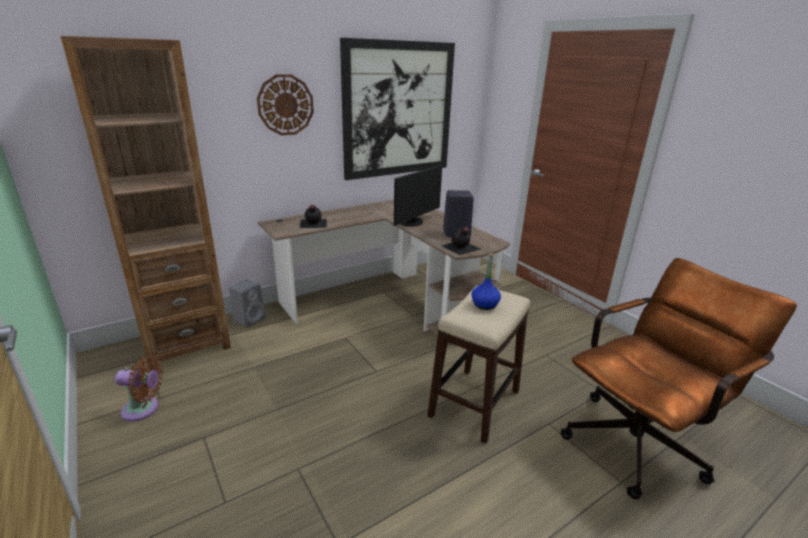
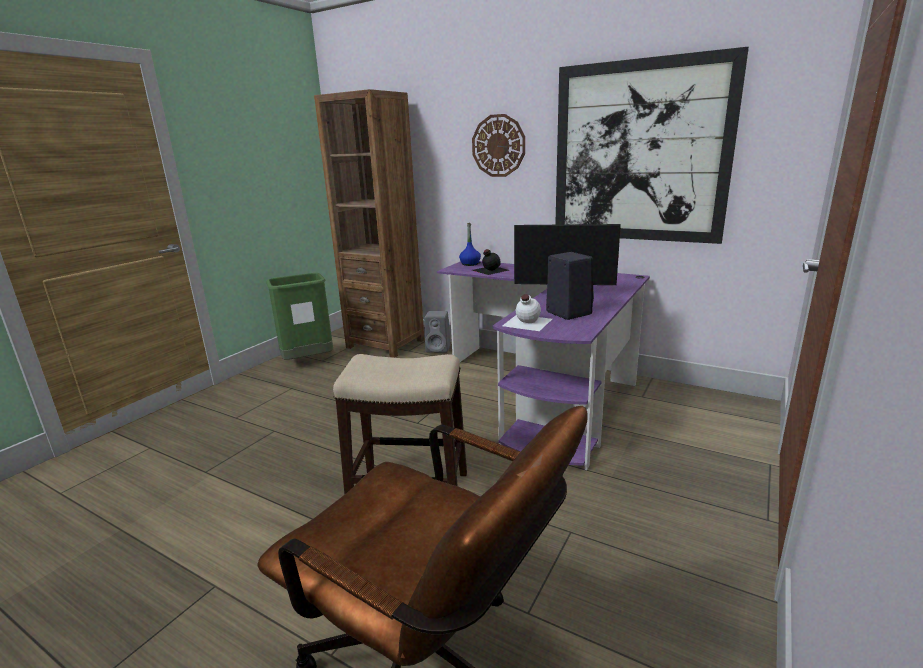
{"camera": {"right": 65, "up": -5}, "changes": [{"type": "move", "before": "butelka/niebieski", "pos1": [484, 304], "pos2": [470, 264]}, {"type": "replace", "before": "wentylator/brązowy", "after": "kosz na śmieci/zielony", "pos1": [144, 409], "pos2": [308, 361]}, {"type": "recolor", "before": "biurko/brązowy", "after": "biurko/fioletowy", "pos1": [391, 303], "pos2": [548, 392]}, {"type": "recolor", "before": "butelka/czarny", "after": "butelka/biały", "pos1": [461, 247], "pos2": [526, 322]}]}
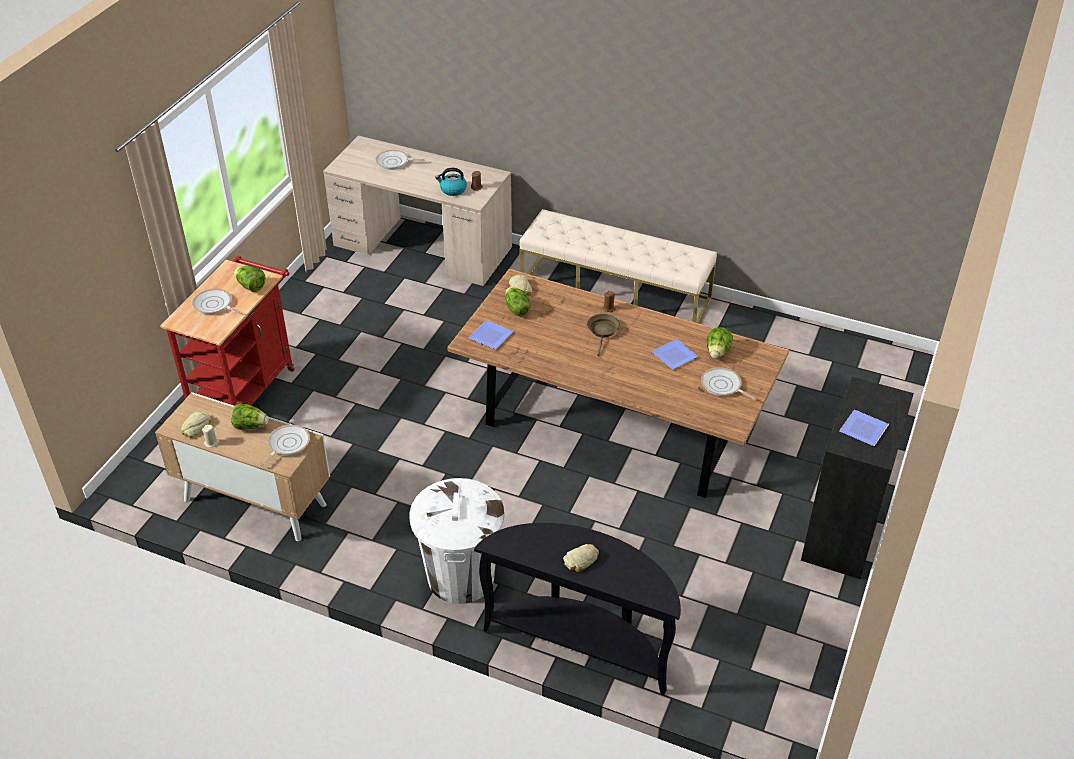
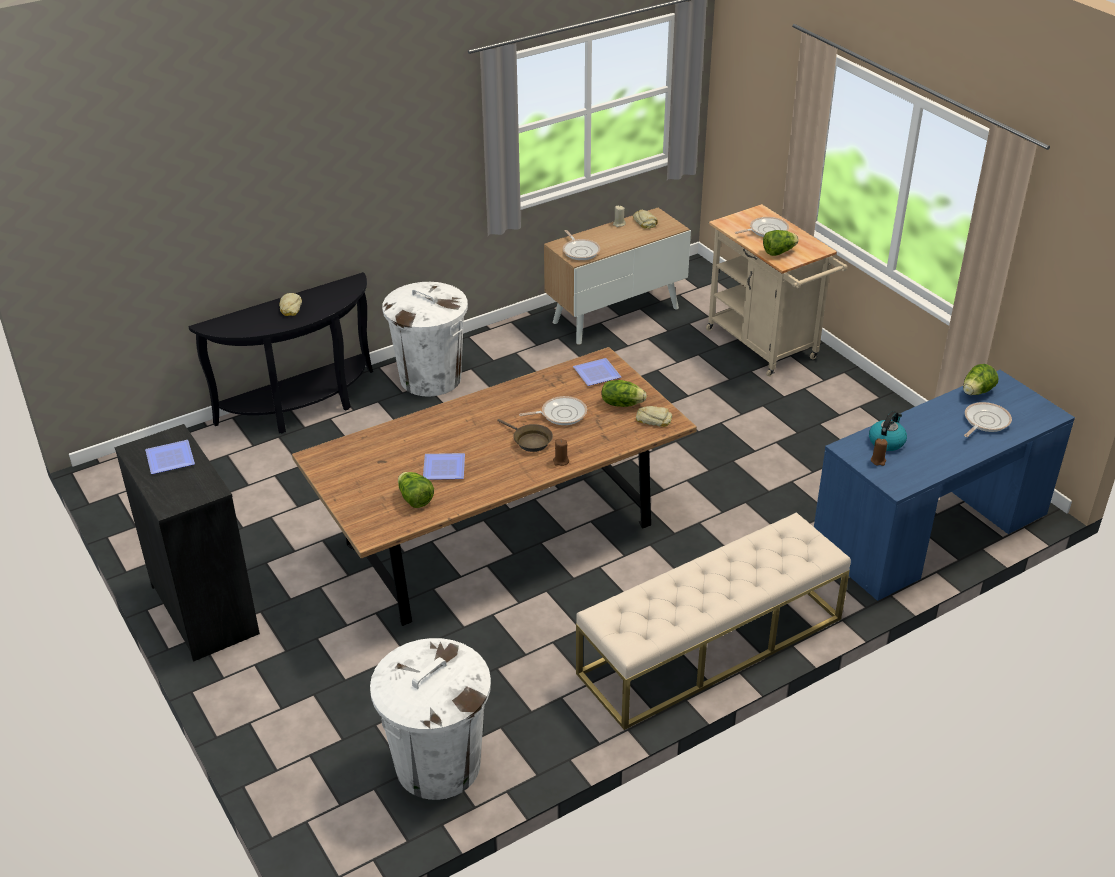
{"camera": {"right": 125, "up": -5}, "changes": [{"type": "insert", "after": "kosz na śmieci/biały", "pos2": [437, 765]}, {"type": "move", "before": "sałata", "pos1": [250, 426], "pos2": [976, 392]}, {"type": "move", "before": "patelnia", "pos1": [723, 386], "pos2": [561, 414]}, {"type": "recolor", "before": "wózek/czerwony", "after": "wózek/beżowy", "pos1": [246, 387], "pos2": [766, 347]}, {"type": "recolor", "before": "biurko/beżowy", "after": "biurko/niebieski", "pos1": [422, 246], "pos2": [929, 528]}]}
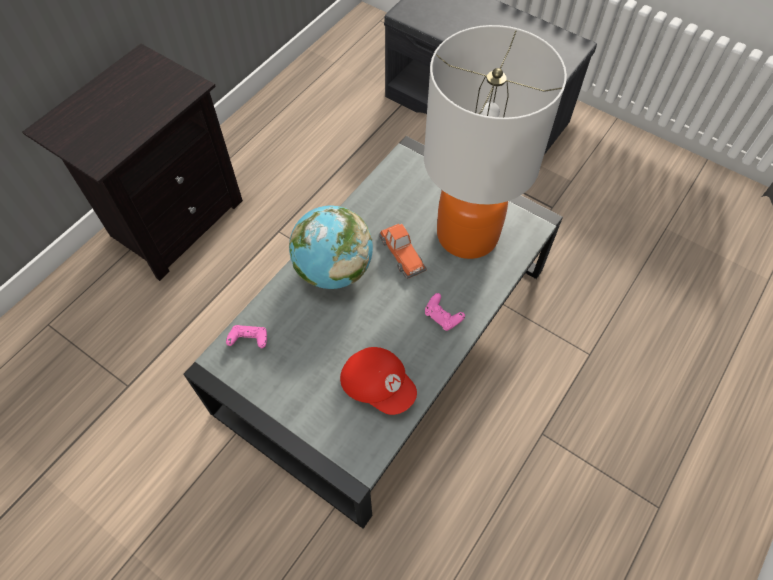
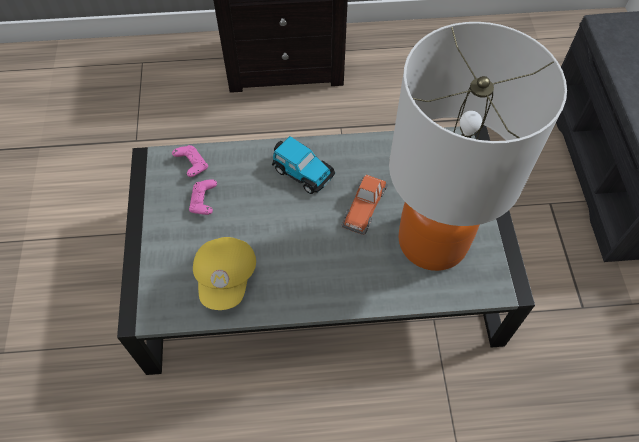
{"camera": {"right": 50, "up": 0}, "changes": [{"type": "move", "before": "pad do gier/różowy", "pos1": [442, 317], "pos2": [204, 202]}, {"type": "replace", "before": "globus", "after": "samochodzik", "pos1": [333, 270], "pos2": [302, 172]}, {"type": "recolor", "before": "czapka z daszkiem/czerwony", "after": "czapka z daszkiem/żółty", "pos1": [378, 385], "pos2": [227, 277]}]}
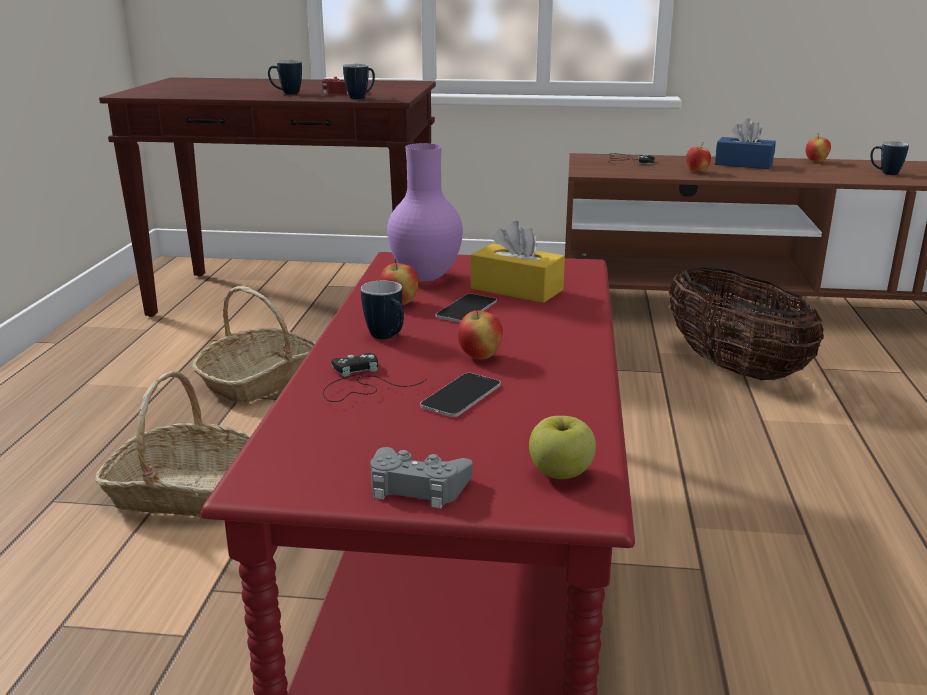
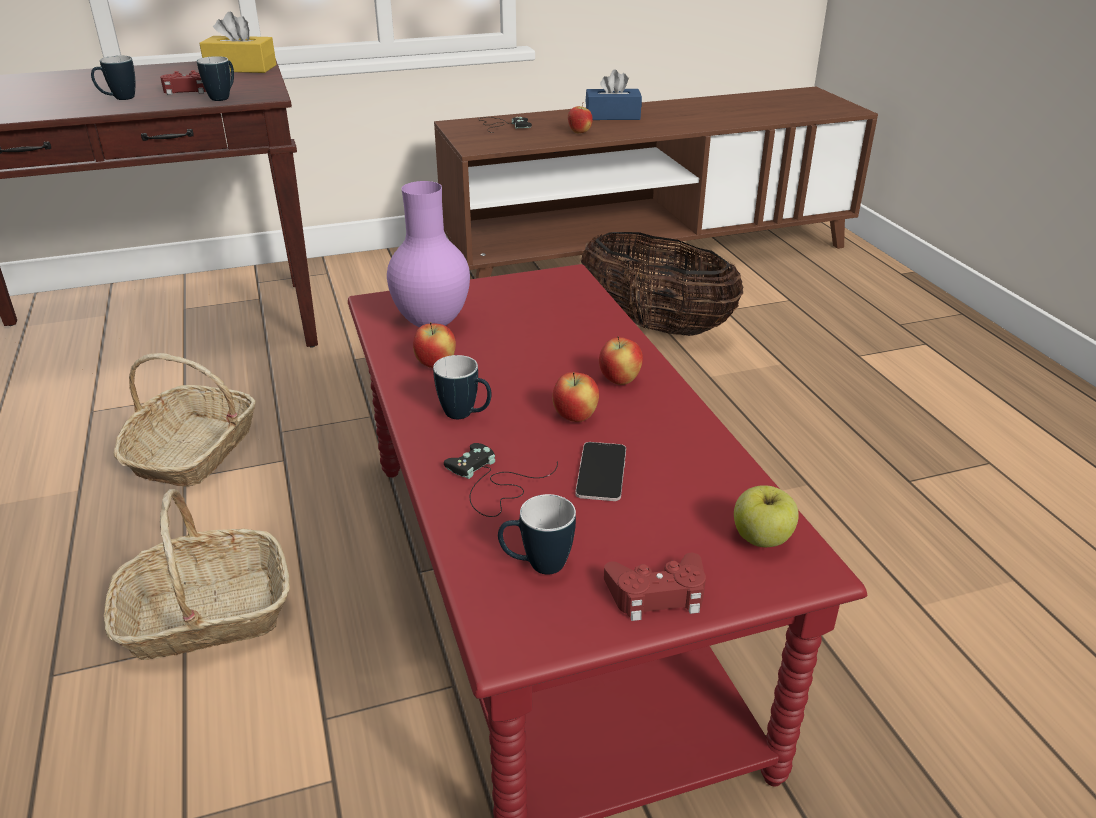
{"camera": {"right": -25, "up": 10}, "changes": [{"type": "delete", "before": "telefon", "pos1": [466, 309]}, {"type": "move", "before": "pudełko chusteczek/żółty", "pos1": [516, 289], "pos2": [241, 68]}, {"type": "move", "before": "jabłko", "pos1": [816, 161], "pos2": [620, 381]}, {"type": "move", "before": "kubek", "pos1": [885, 173], "pos2": [537, 565]}, {"type": "recolor", "before": "pad do gier/szary", "after": "pad do gier/czerwony", "pos1": [417, 486], "pos2": [657, 594]}]}
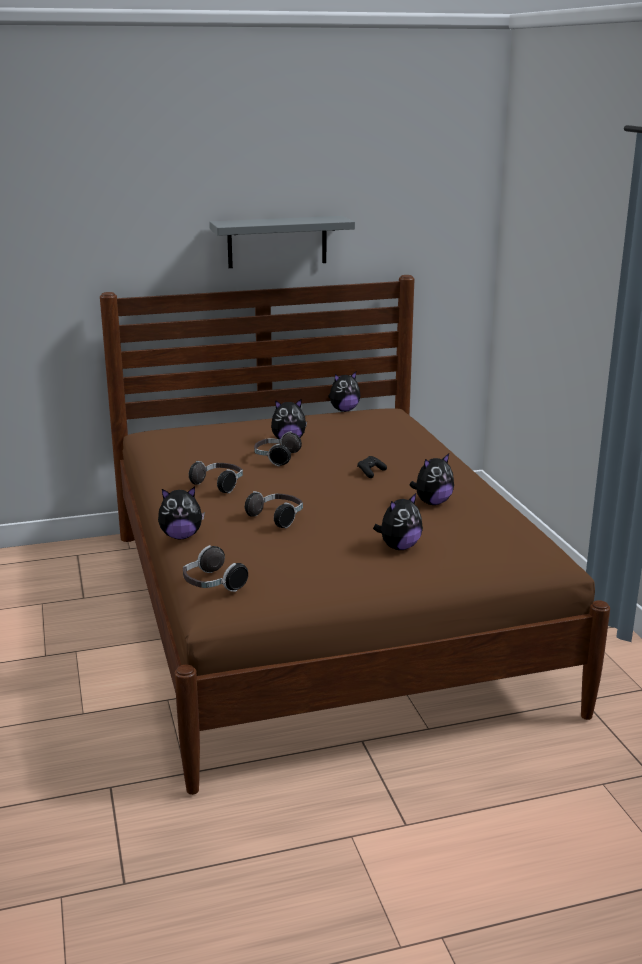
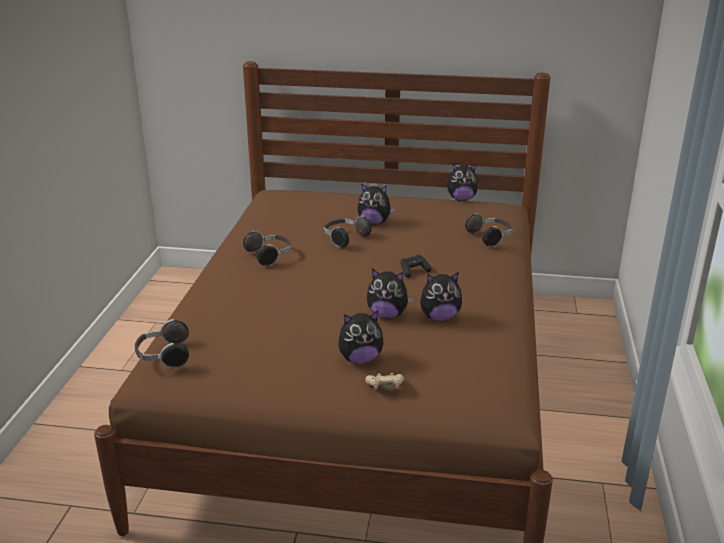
{"camera": {"right": 25, "up": 5}, "changes": [{"type": "delete", "before": "półka/szary", "pos1": [277, 242]}, {"type": "insert", "after": "pad do gier/beżowy", "pos2": [385, 387]}, {"type": "move", "before": "pluszak", "pos1": [181, 536], "pos2": [387, 314]}, {"type": "move", "before": "słuchawki", "pos1": [277, 518], "pos2": [490, 238]}]}
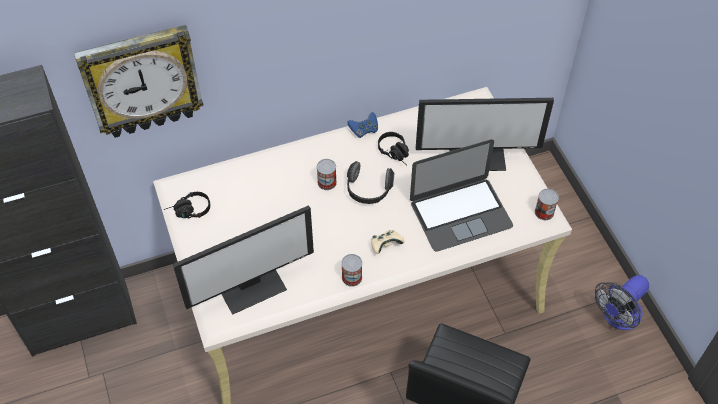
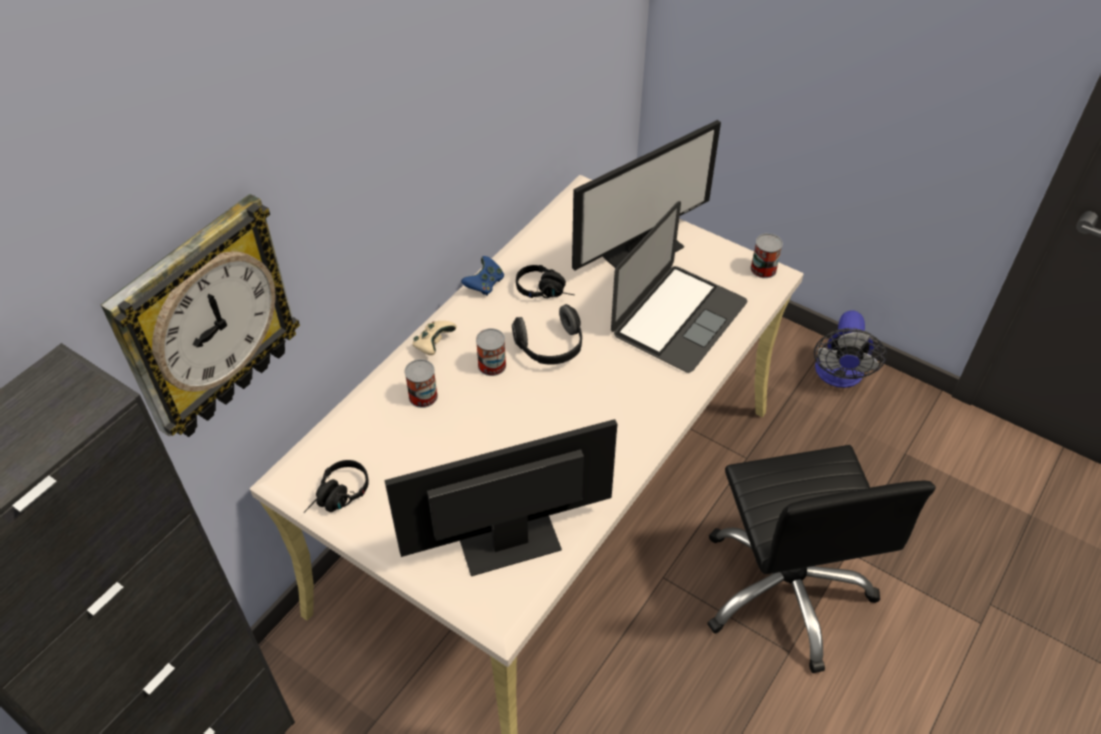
{"camera": {"right": -35, "up": -5}, "changes": [{"type": "move", "before": "puszka", "pos1": [352, 277], "pos2": [423, 396]}, {"type": "move", "before": "pad do gier/beżowy", "pos1": [385, 245], "pos2": [433, 344]}, {"type": "rotate", "before": "monitor", "pos1": [252, 286], "pos2": [507, 541], "turn": -135}]}
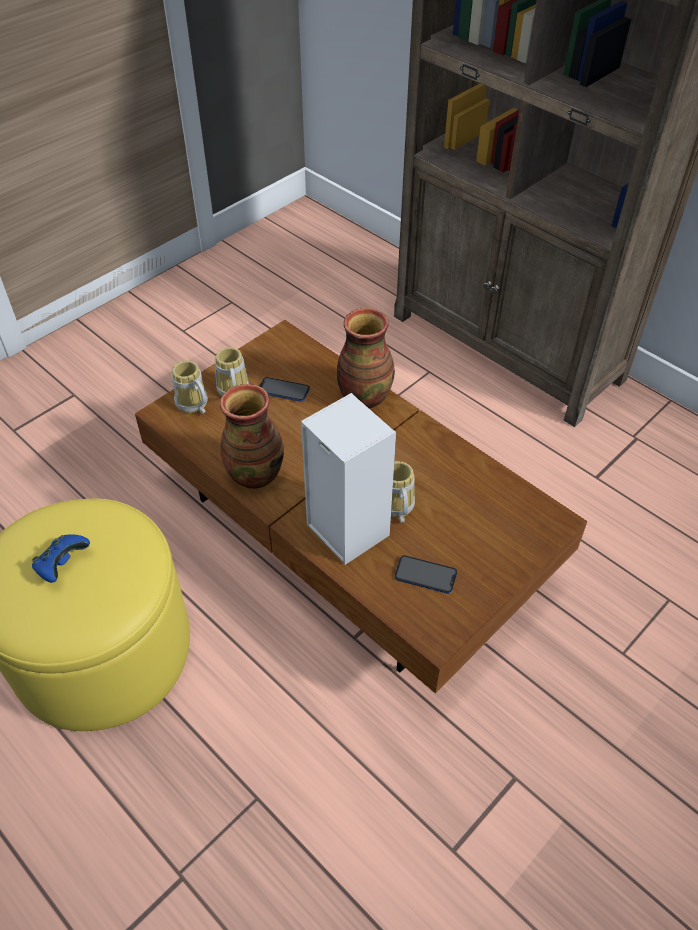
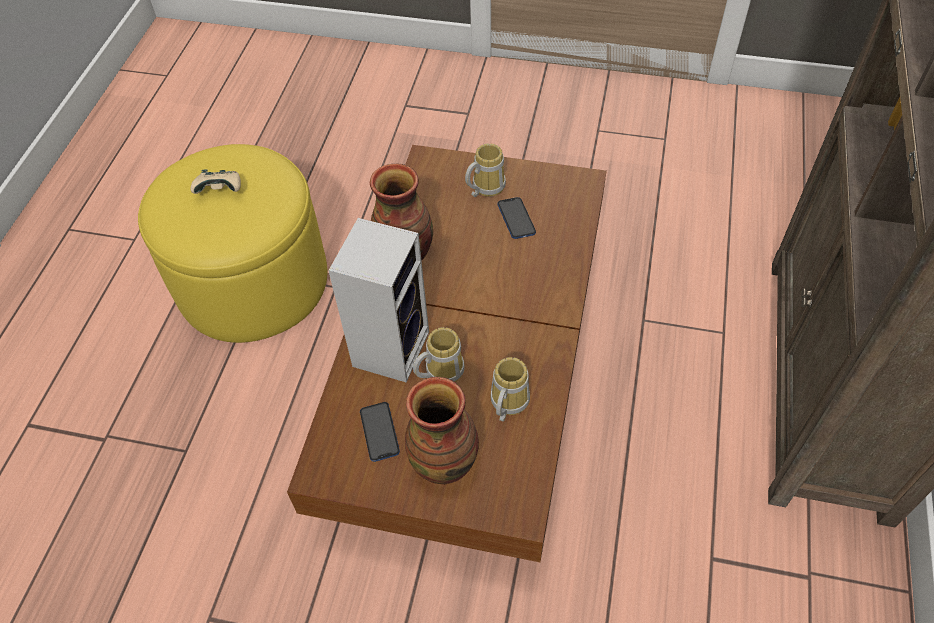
{"camera": {"right": 60, "up": 5}, "changes": [{"type": "move", "before": "kubek", "pos1": [192, 406], "pos2": [506, 404]}, {"type": "move", "before": "wazon", "pos1": [364, 396], "pos2": [444, 461]}, {"type": "recolor", "before": "pad do gier/niebieski", "after": "pad do gier/beżowy", "pos1": [62, 564], "pos2": [221, 190]}]}
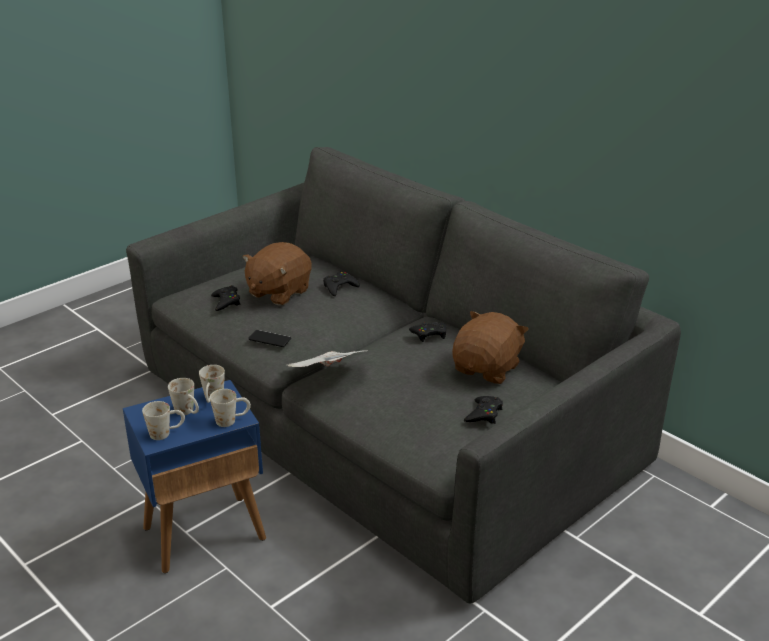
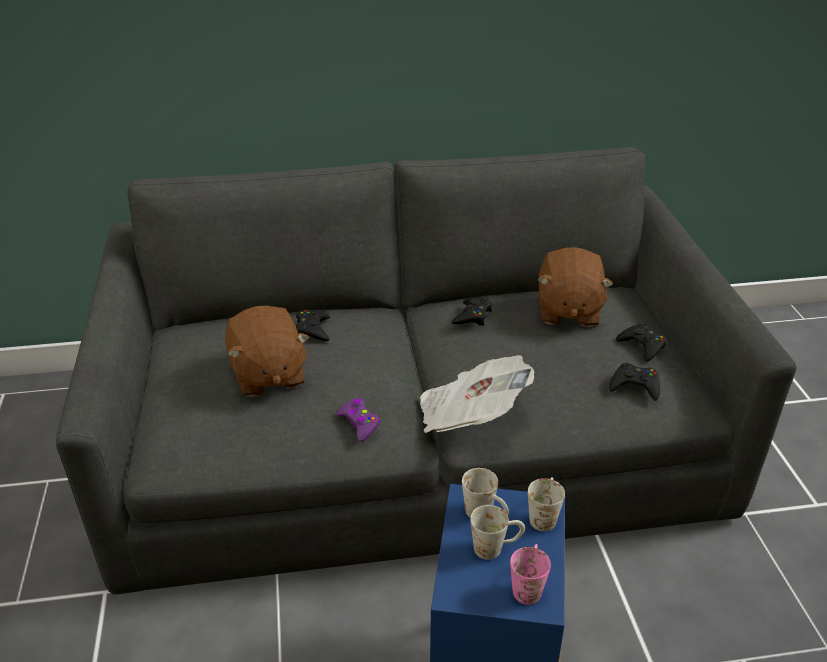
{"camera": {"right": -55, "up": 5}, "changes": [{"type": "move", "before": "pad do gier/czarny", "pos1": [226, 302], "pos2": [635, 386]}, {"type": "replace", "before": "telefon", "after": "pad do gier/fioletowy", "pos1": [269, 339], "pos2": [359, 424]}, {"type": "recolor", "before": "kubek/biały", "after": "kubek/różowy", "pos1": [166, 433], "pos2": [528, 585]}, {"type": "rotate", "before": "pluszak/brązowy", "pos1": [487, 369], "pos2": [568, 311], "turn": -150}]}
